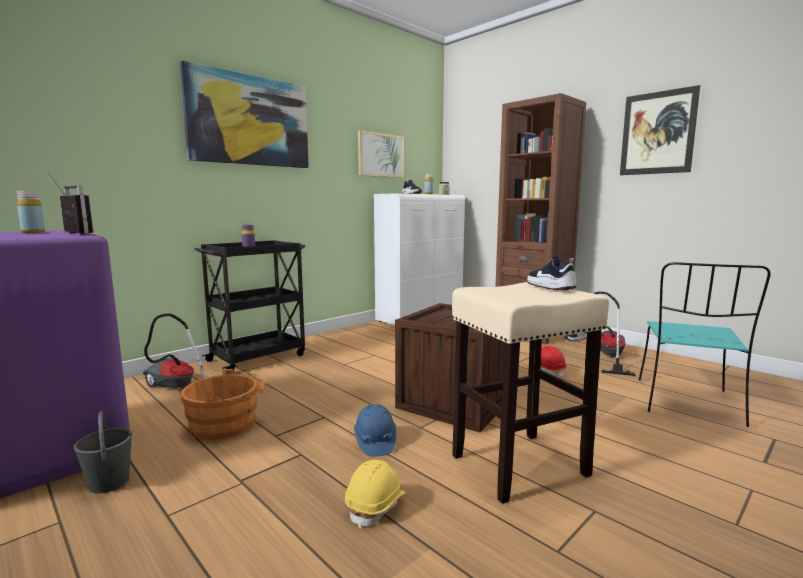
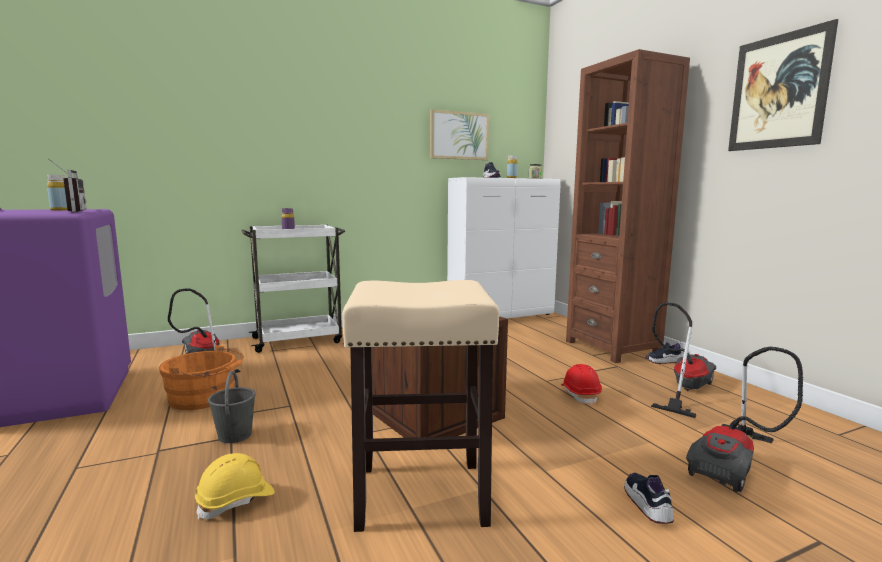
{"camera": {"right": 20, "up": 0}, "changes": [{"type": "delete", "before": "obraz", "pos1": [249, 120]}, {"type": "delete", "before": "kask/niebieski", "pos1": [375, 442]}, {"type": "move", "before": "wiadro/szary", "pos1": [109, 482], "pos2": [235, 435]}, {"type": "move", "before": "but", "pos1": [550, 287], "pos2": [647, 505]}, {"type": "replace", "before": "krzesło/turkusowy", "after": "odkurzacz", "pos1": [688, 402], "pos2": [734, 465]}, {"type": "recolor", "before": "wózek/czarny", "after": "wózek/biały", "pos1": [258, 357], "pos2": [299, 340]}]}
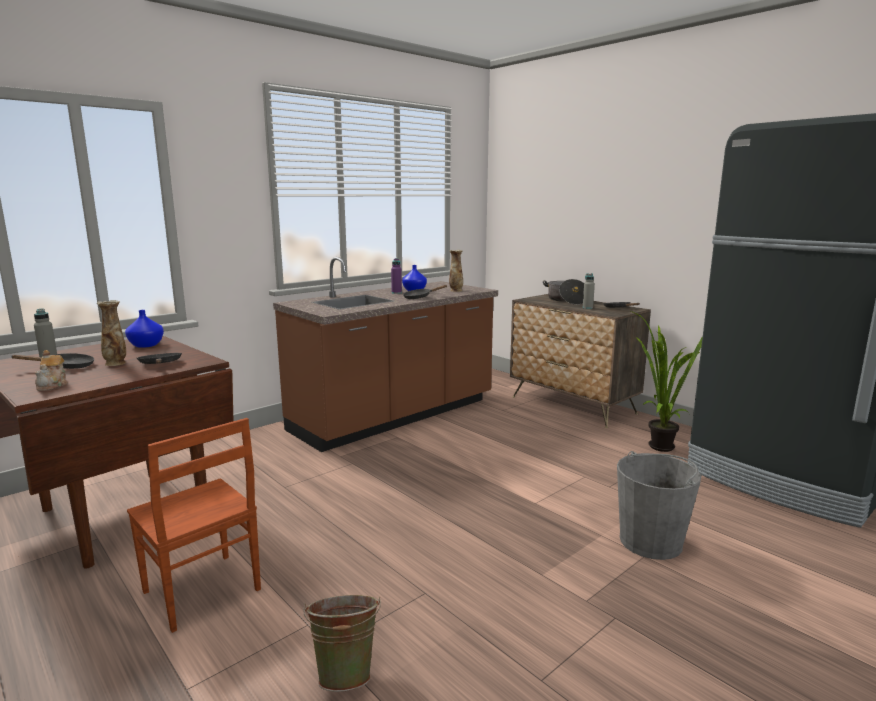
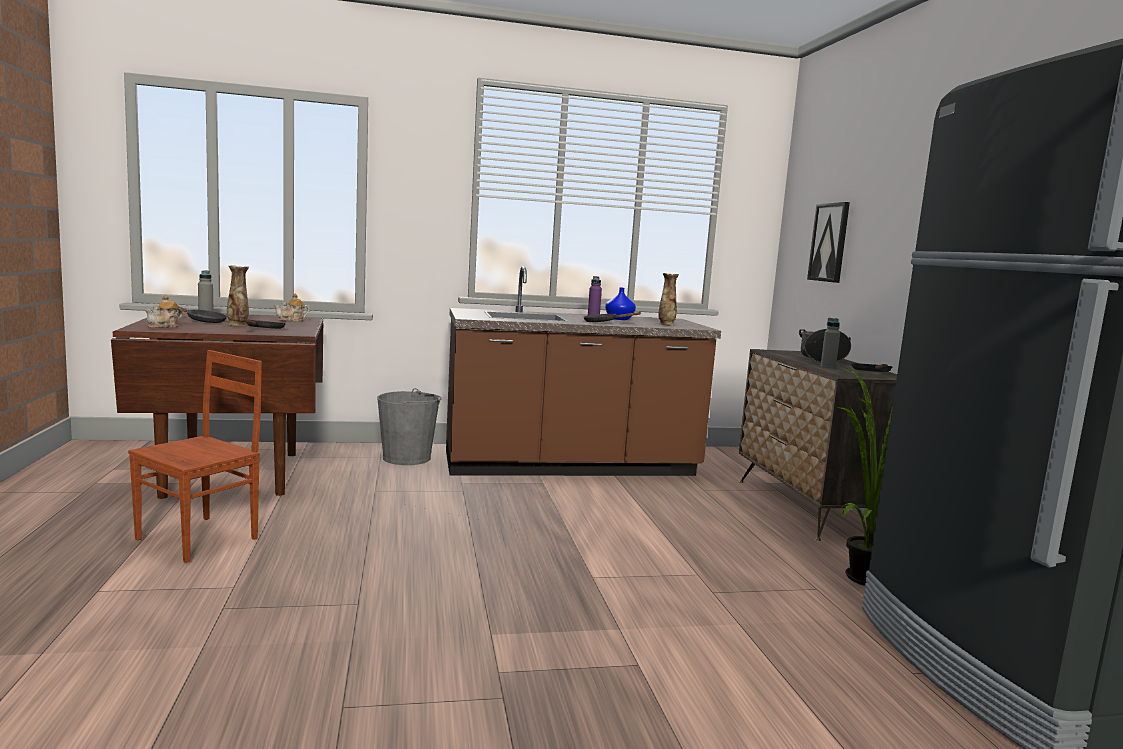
{"camera": {"right": 30, "up": -5}, "changes": [{"type": "delete", "before": "wiadro/zielony", "pos1": [346, 672]}, {"type": "insert", "after": "obraz", "pos2": [829, 242]}, {"type": "move", "before": "wiadro/szary", "pos1": [651, 541], "pos2": [407, 458]}, {"type": "replace", "before": "wazon/niebieski", "after": "imbryk", "pos1": [147, 345], "pos2": [291, 320]}, {"type": "rotate", "before": "krzesło/brązowy", "pos1": [201, 592], "pos2": [200, 538], "turn": -135}]}
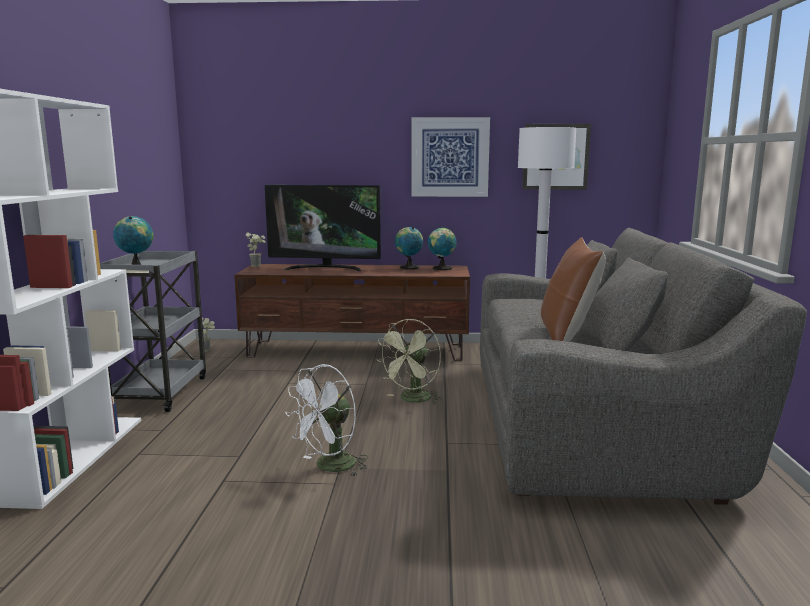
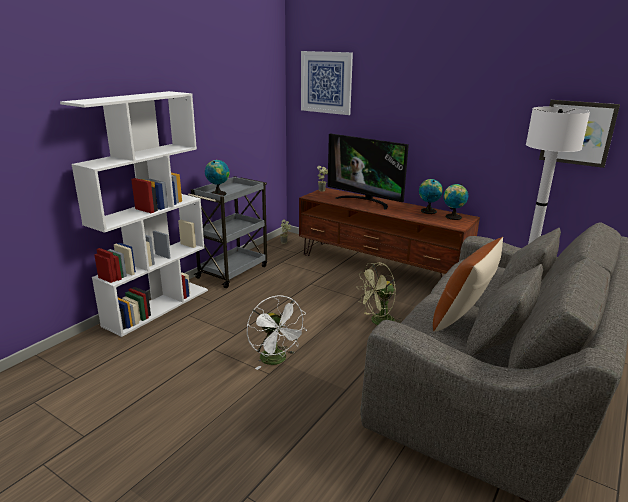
{"camera": {"right": 30, "up": 10}, "changes": [{"type": "move", "before": "obraz", "pos1": [450, 157], "pos2": [326, 82]}, {"type": "rotate", "before": "wentylator/biały", "pos1": [329, 467], "pos2": [277, 360], "turn": -105}]}
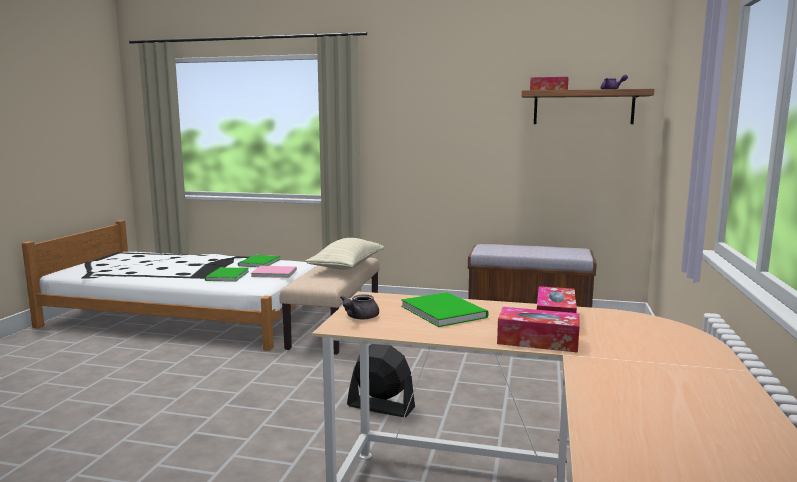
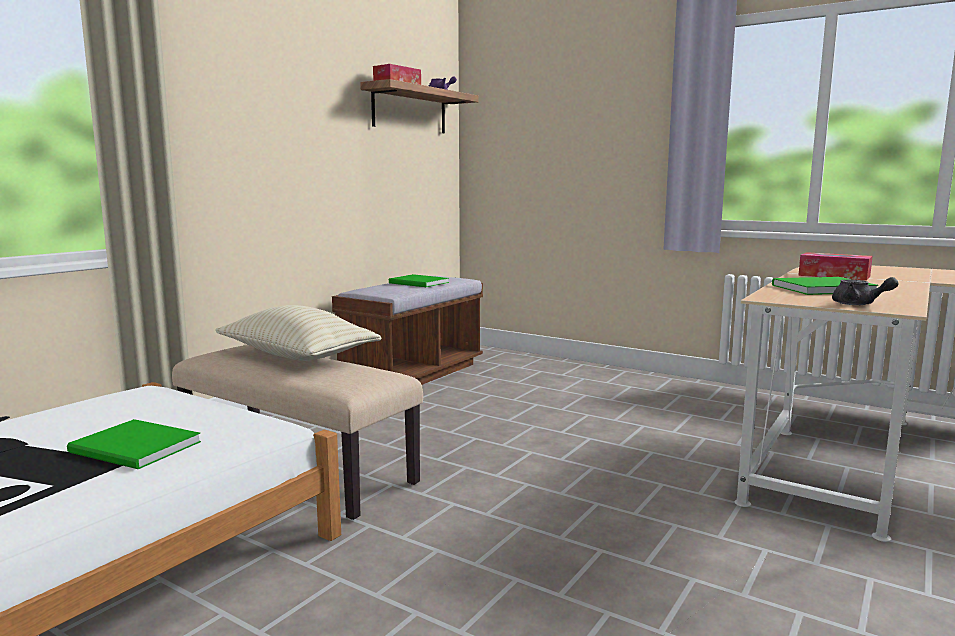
{"camera": {"right": -70, "up": 0}, "changes": [{"type": "delete", "before": "książka/różowy", "pos1": [273, 273]}, {"type": "delete", "before": "wentylator/czarny", "pos1": [380, 406]}, {"type": "delete", "before": "pudełko chusteczek", "pos1": [538, 341]}, {"type": "move", "before": "książka/zielony", "pos1": [258, 263], "pos2": [419, 283]}]}
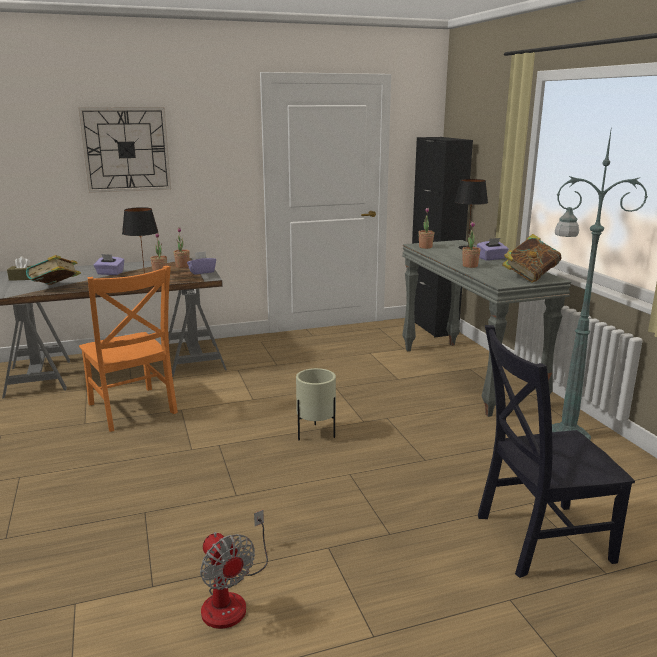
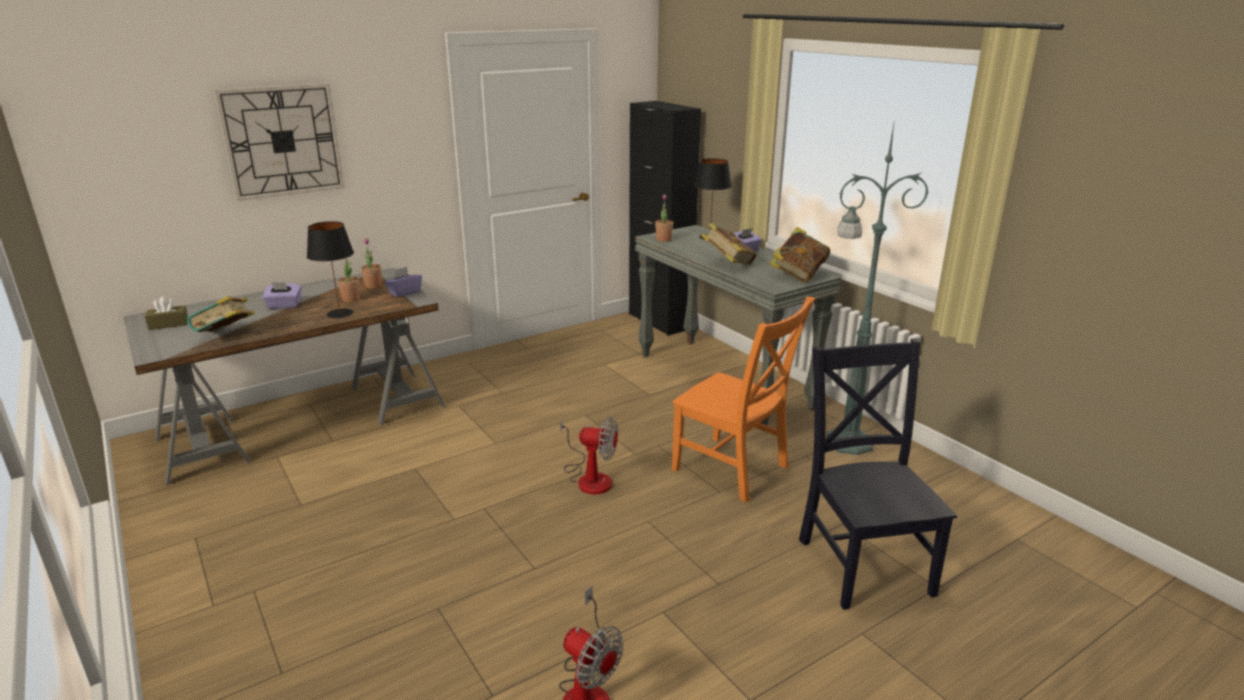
{"camera": {"right": -15, "up": 5}, "changes": [{"type": "move", "before": "krzesło/pomarańczowy", "pos1": [132, 410], "pos2": [734, 470]}, {"type": "replace", "before": "donica/beżowy", "after": "wentylator", "pos1": [316, 434], "pos2": [589, 477]}, {"type": "replace", "before": "roślina doniczkowa", "after": "książka", "pos1": [470, 266], "pos2": [728, 264]}, {"type": "rotate", "before": "krzesło/czarny", "pos1": [537, 538], "pos2": [863, 562], "turn": 105}]}
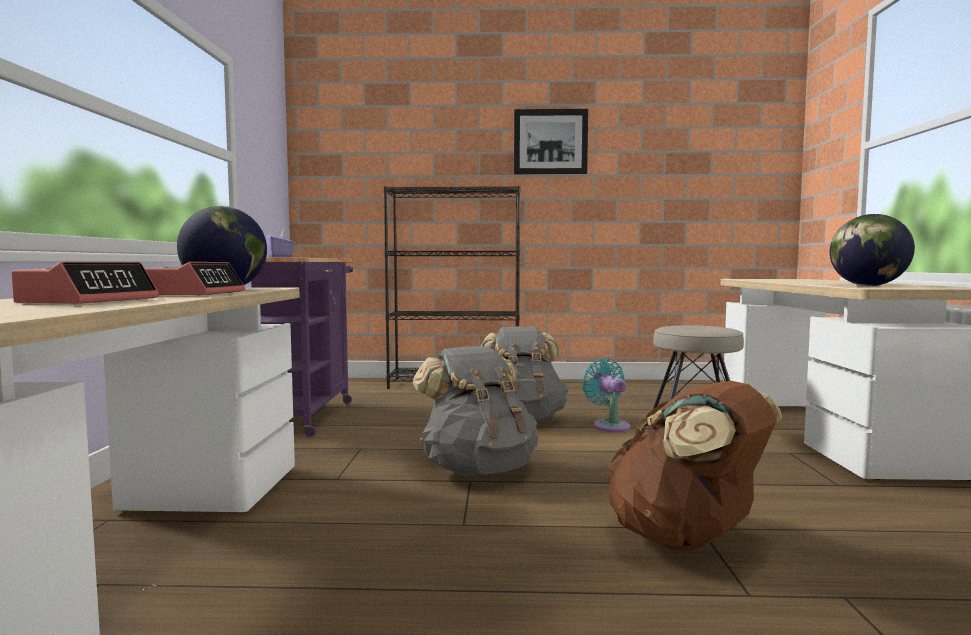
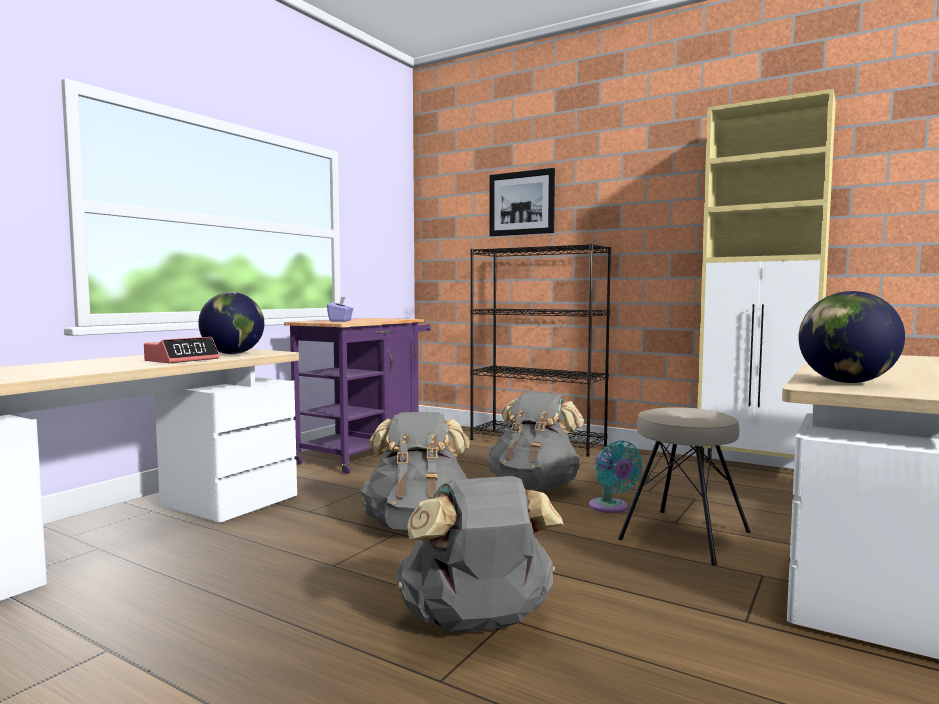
{"camera": {"right": 30, "up": 0}, "changes": [{"type": "delete", "before": "budzik", "pos1": [90, 301]}, {"type": "insert", "after": "szafka/beżowy", "pos2": [757, 472]}, {"type": "move", "before": "obraz", "pos1": [550, 142], "pos2": [521, 203]}, {"type": "recolor", "before": "plecak/brązowy", "after": "plecak/szary", "pos1": [687, 539], "pos2": [477, 624]}, {"type": "rotate", "before": "wentylator/turkusowy", "pos1": [609, 425], "pos2": [610, 508], "turn": 150}]}
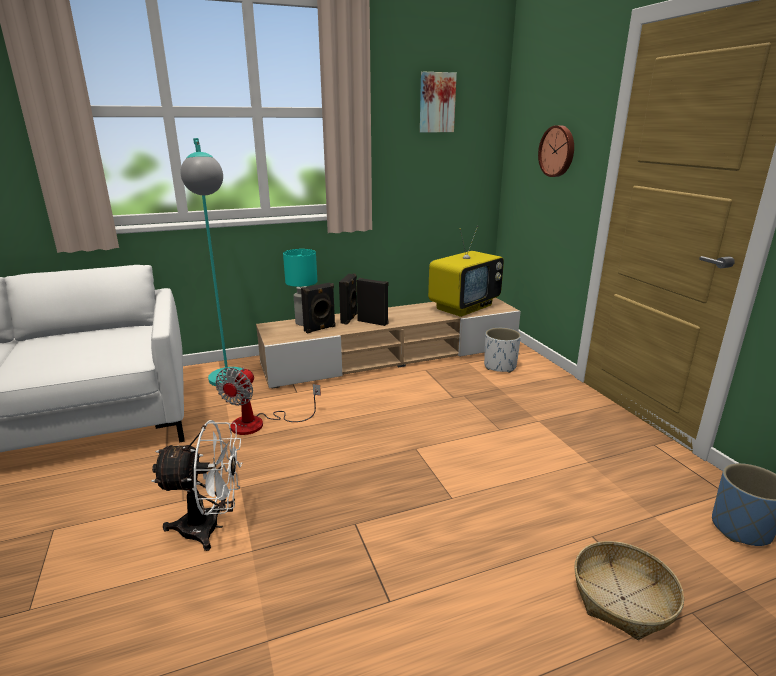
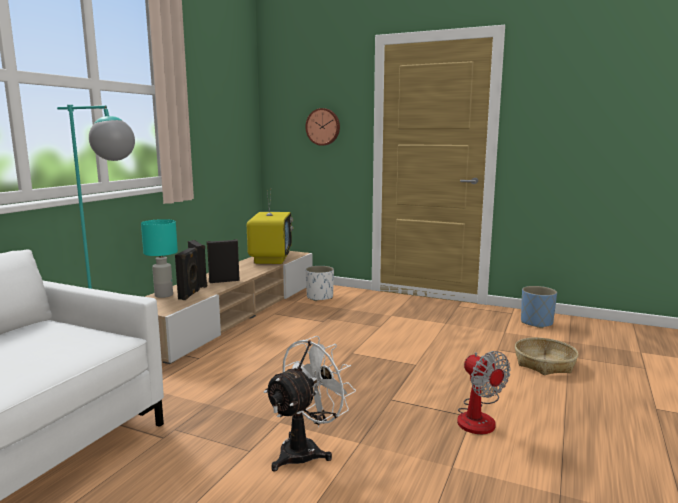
{"camera": {"right": -45, "up": -10}, "changes": [{"type": "delete", "before": "obraz", "pos1": [436, 102]}, {"type": "move", "before": "wentylator", "pos1": [259, 424], "pos2": [479, 417]}]}
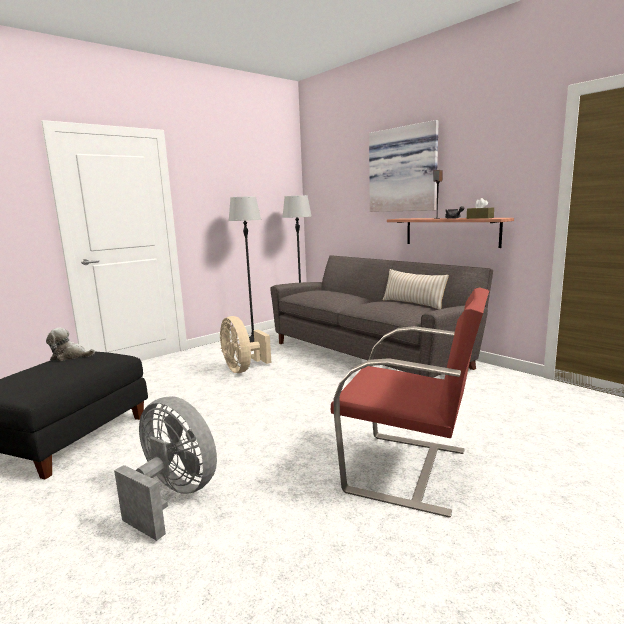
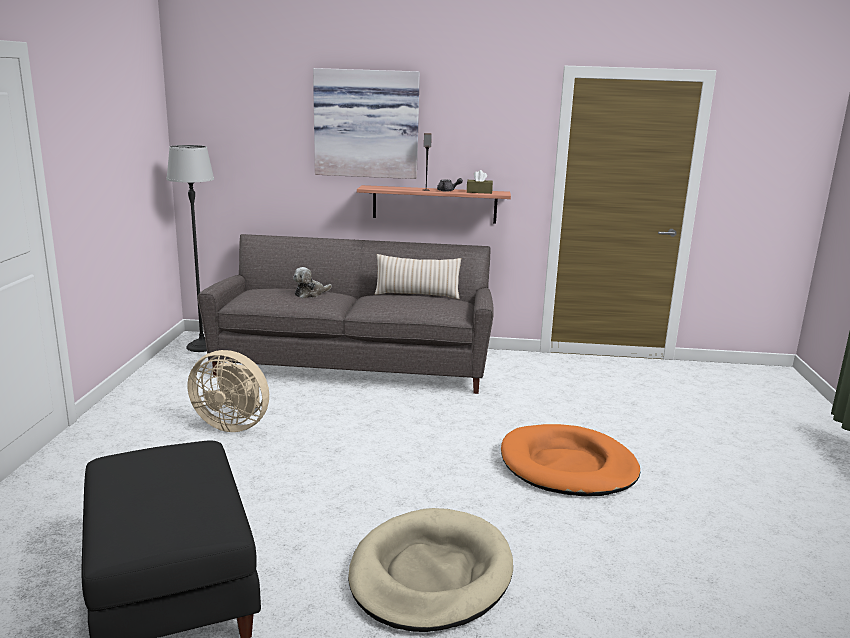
{"camera": {"right": -45, "up": 5}, "changes": [{"type": "delete", "before": "lampa stojąca", "pos1": [253, 341]}, {"type": "move", "before": "pluszak", "pos1": [70, 356], "pos2": [310, 294]}, {"type": "replace", "before": "wentylator/szary", "after": "legowisko/beżowy", "pos1": [173, 496], "pos2": [430, 574]}, {"type": "replace", "before": "fotel/czerwony", "after": "legowisko/pomarańczowy", "pos1": [409, 470], "pos2": [568, 466]}]}
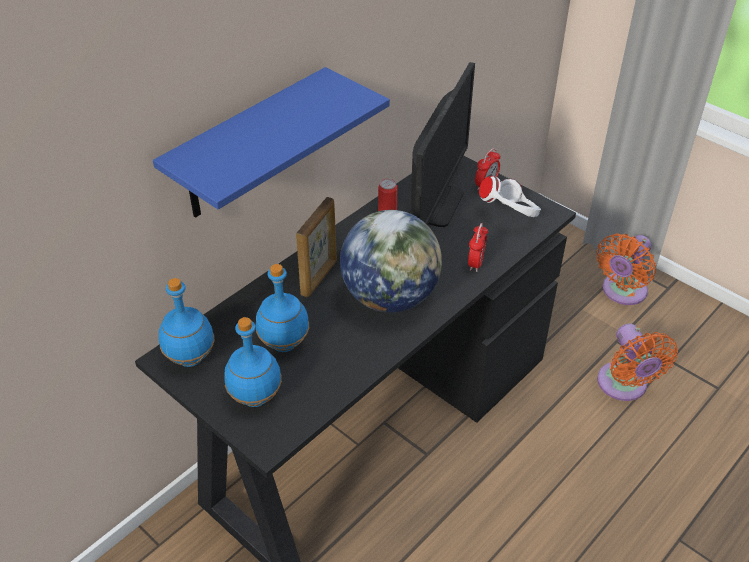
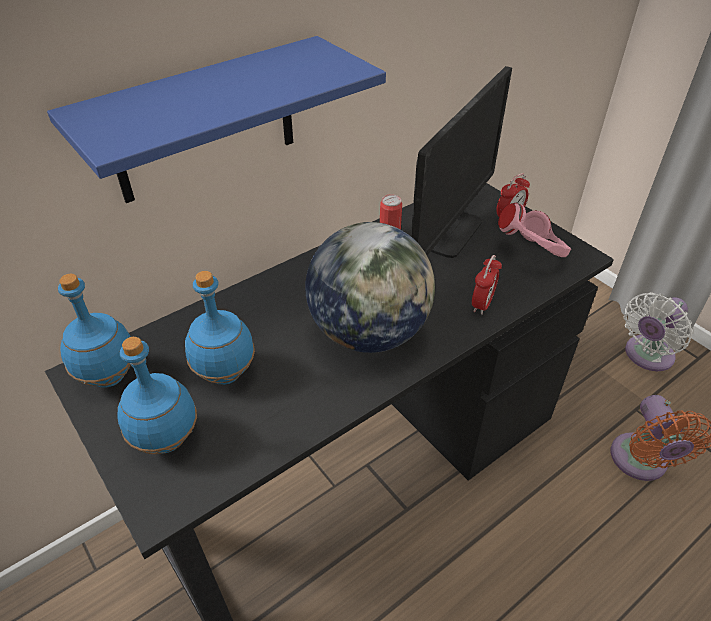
{"camera": {"right": 10, "up": 0}, "changes": [{"type": "delete", "before": "ramka na zdjęcie", "pos1": [319, 277]}, {"type": "recolor", "before": "słuchawki/biały", "after": "słuchawki/różowy", "pos1": [510, 215], "pos2": [532, 253]}, {"type": "recolor", "before": "wentylator/pomarańczowy", "after": "wentylator/biały", "pos1": [621, 292], "pos2": [646, 356]}]}
